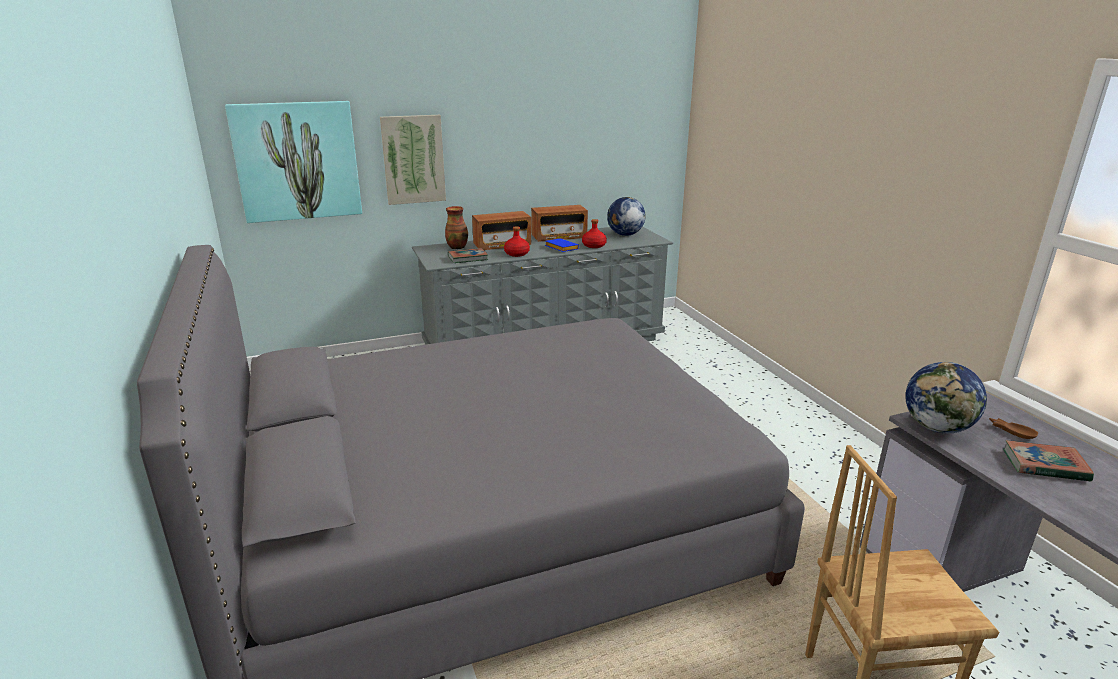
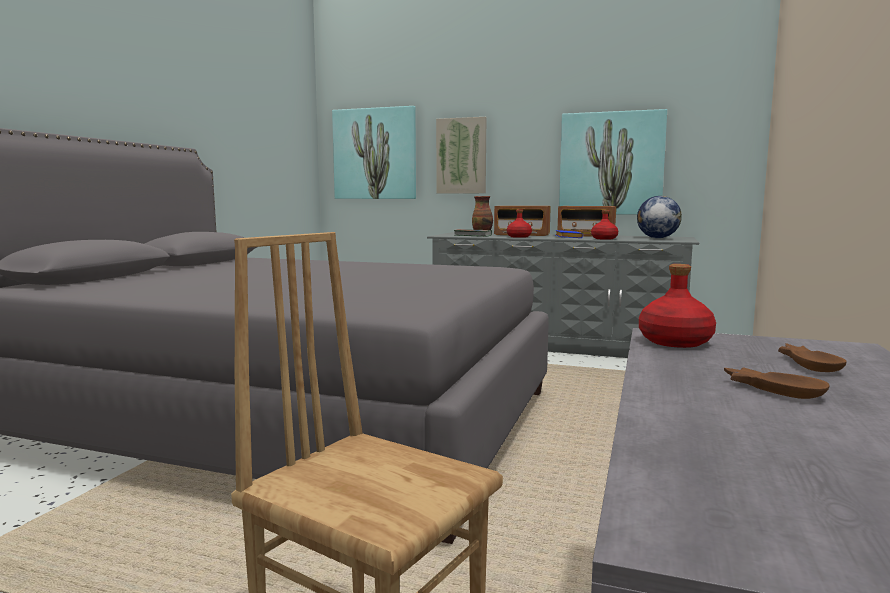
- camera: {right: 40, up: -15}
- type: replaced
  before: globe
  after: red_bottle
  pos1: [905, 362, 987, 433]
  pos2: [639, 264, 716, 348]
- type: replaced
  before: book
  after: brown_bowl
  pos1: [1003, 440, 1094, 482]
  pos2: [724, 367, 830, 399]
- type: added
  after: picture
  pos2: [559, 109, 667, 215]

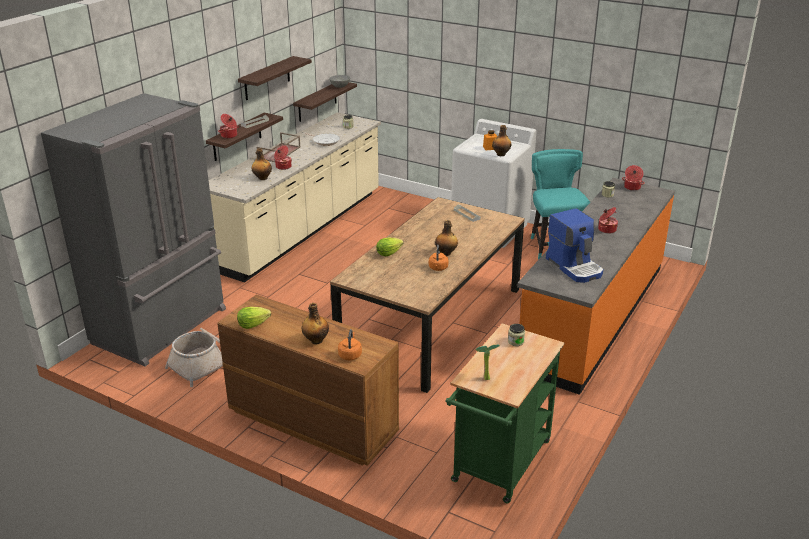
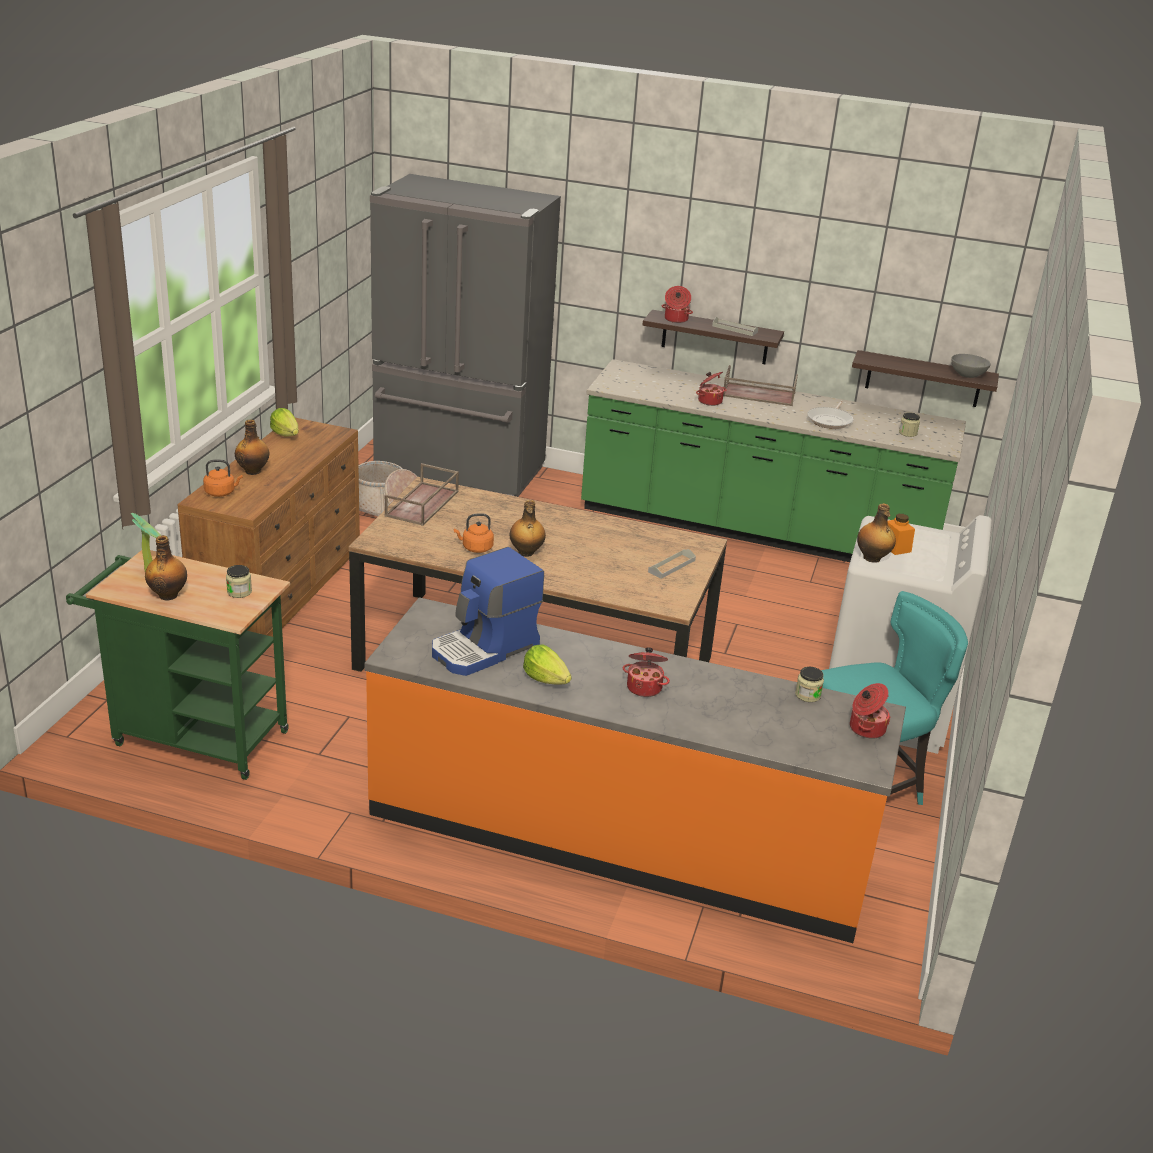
- camera: {right: 75, up: 0}
- type: recoloured
  before: beige_counter
  after: green_counter
  pos1: [209, 112, 381, 283]
  pos2: [581, 359, 966, 562]
- type: removed
  before: shelf
  pos1: [238, 56, 312, 100]
- type: moved
  before: bottle
  pos1: [252, 148, 272, 180]
  pos2: [145, 535, 187, 600]
- type: moved
  before: lettuce
  pos1: [376, 238, 404, 256]
  pos2: [523, 644, 571, 685]
- type: added
  after: brown_tray
  pos2: [385, 463, 459, 526]

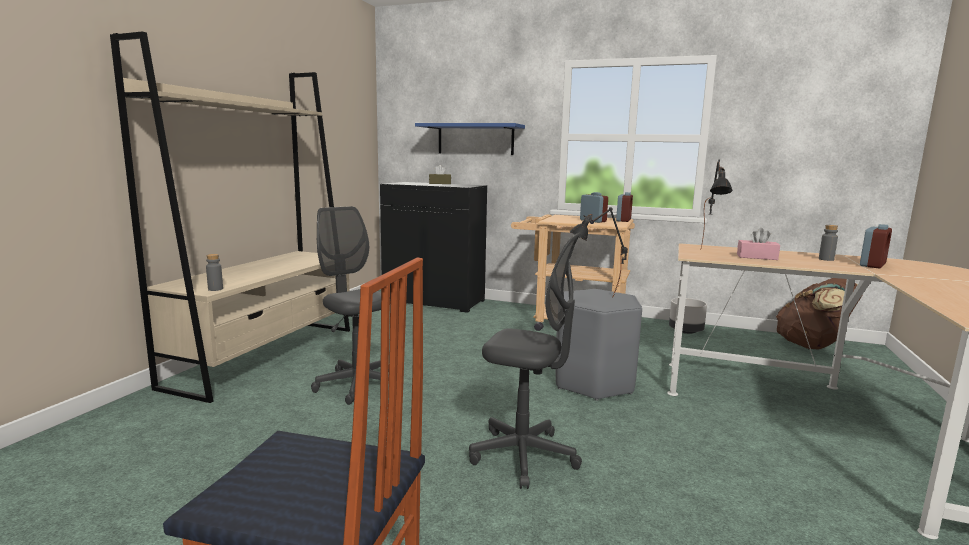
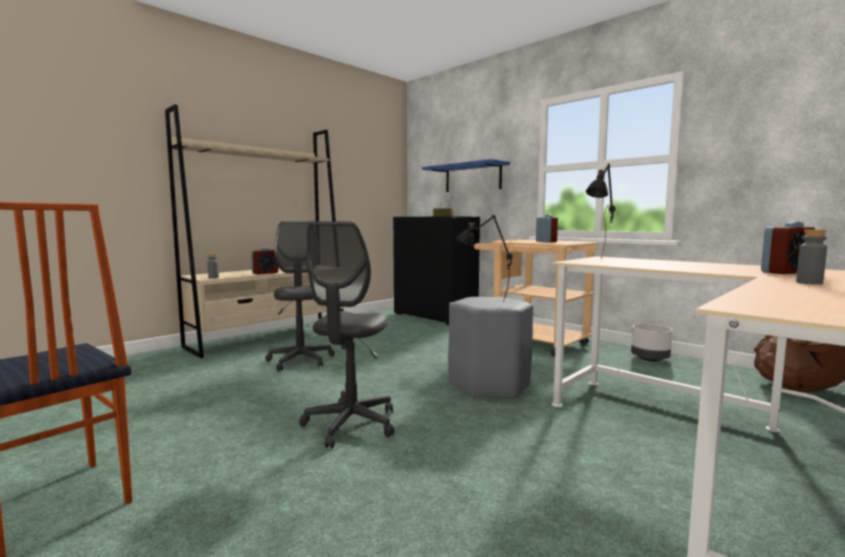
- camera: {right: 25, up: -5}
- type: turned
  before: grey_office_chair
  pos1: [469, 232, 582, 489]
  pos2: [299, 221, 395, 448]
  turn: 60
- type: moved
  before: alarm_clock
  pos1: [616, 192, 633, 222]
  pos2: [251, 247, 279, 275]
- type: removed
  before: pink_tissue_box
  pos1: [737, 228, 780, 260]
- type: moved
  before: grey_bottle
  pos1: [819, 225, 838, 261]
  pos2: [796, 229, 827, 285]

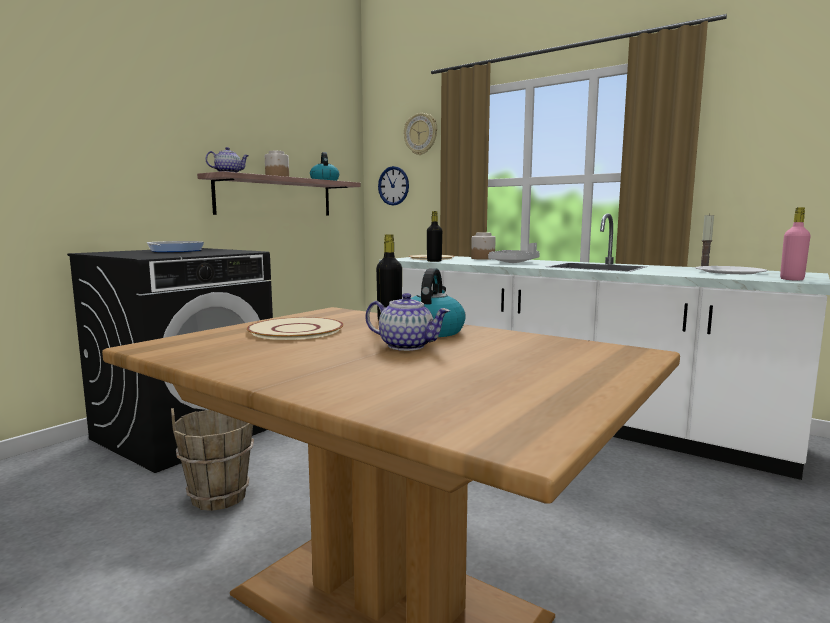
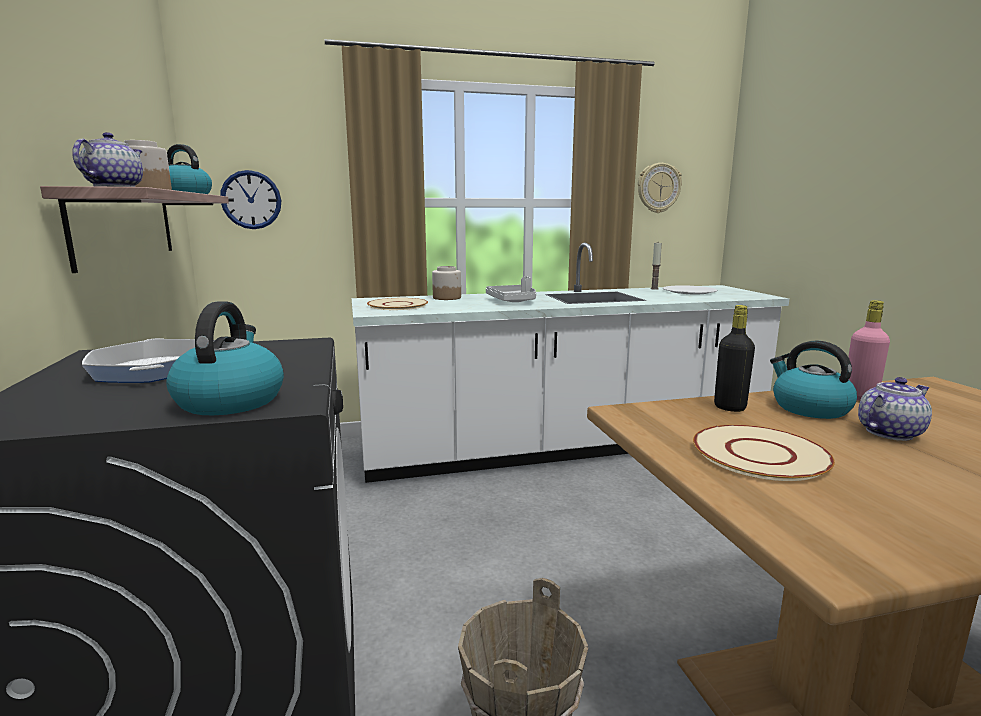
- camera: {right: -50, up: 5}
- type: moved
  before: wall_clock
  pos1: [404, 113, 437, 155]
  pos2: [638, 163, 682, 213]
- type: removed
  before: black_bottle
  pos1: [427, 211, 442, 262]
- type: moved
  before: pink_bottle
  pos1: [780, 207, 811, 281]
  pos2: [848, 300, 890, 401]
- type: added
  after: kettle
  pos2: [166, 301, 284, 415]

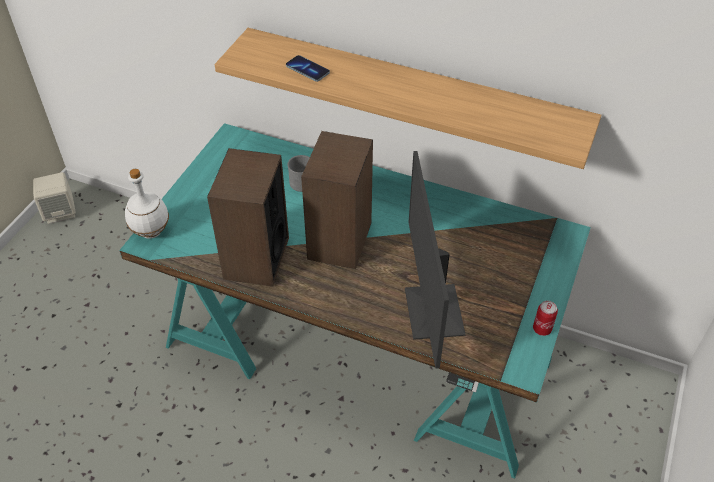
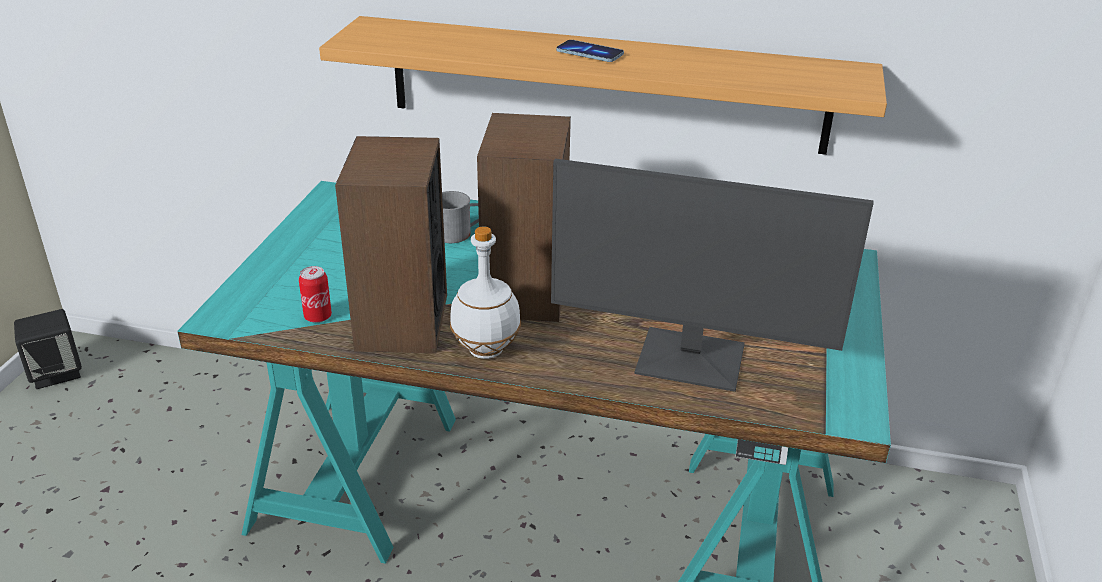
- camera: {right: -10, up: -15}
- type: recoloured
  before: beige_speaker
  after: black_speaker
  pos1: [33, 172, 76, 224]
  pos2: [14, 309, 82, 389]
- type: moved
  before: white_bottle
  pos1: [125, 169, 169, 239]
  pos2: [450, 226, 521, 359]
- type: moved
  before: phone
  pos1: [286, 55, 330, 82]
  pos2: [556, 40, 624, 62]
- type: turned
  before: monitor
  pos1: [405, 151, 466, 369]
  pos2: [551, 159, 874, 392]
  turn: -60
- type: moved
  before: can
  pos1: [533, 301, 558, 336]
  pos2: [299, 266, 332, 323]

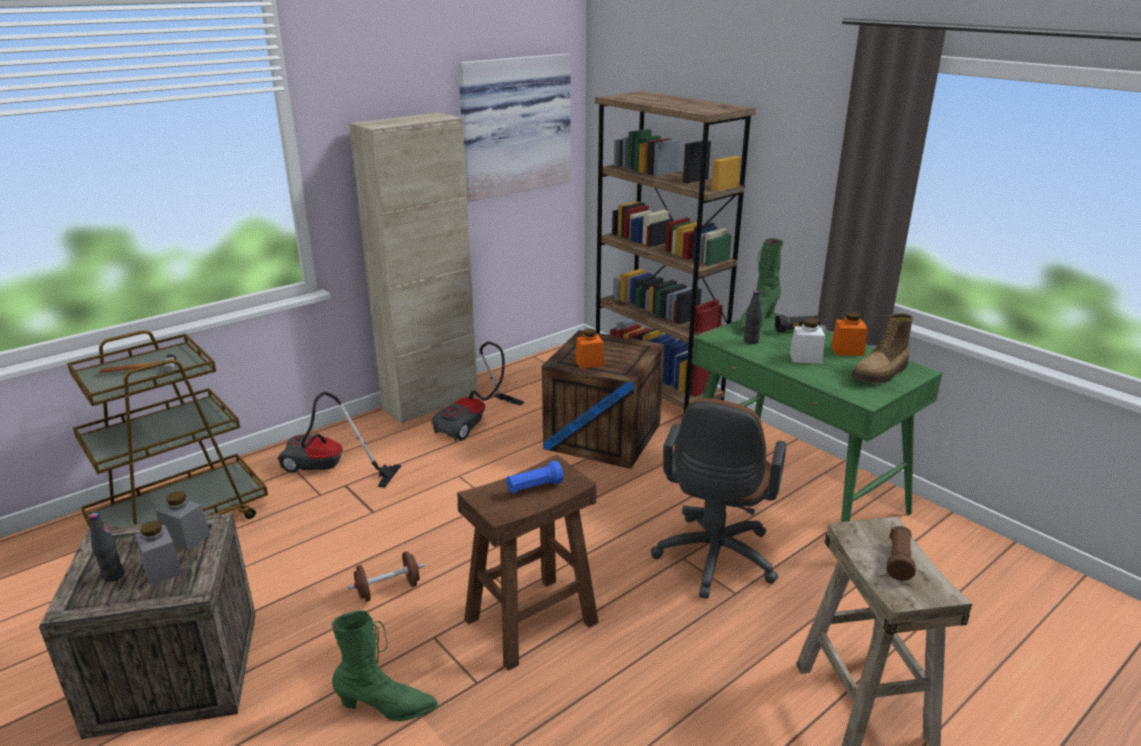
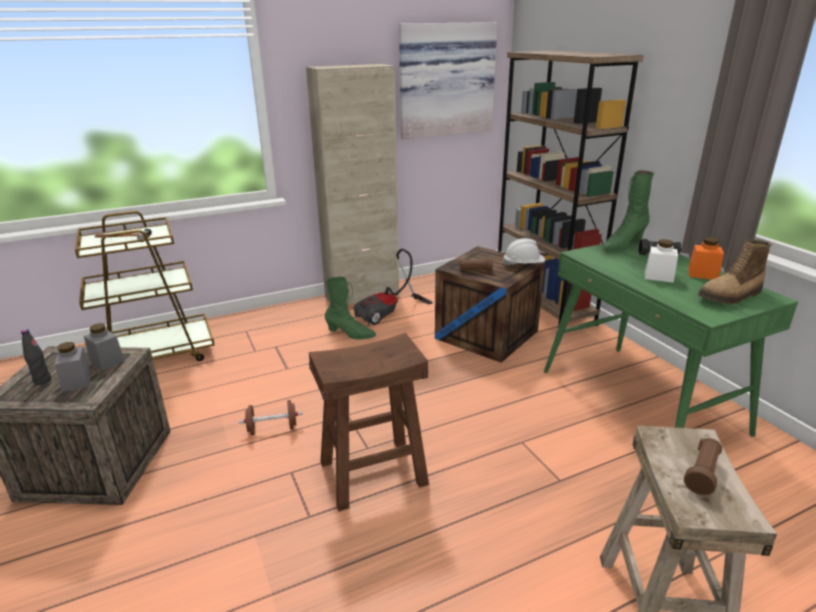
- camera: {right: 15, up: 0}
- type: removed
  before: vacuum_cleaner
  pos1: [278, 392, 401, 488]
- type: moved
  before: green_boot
  pos1: [332, 610, 438, 721]
  pos2: [325, 277, 376, 340]
- type: removed
  before: blue_flashlight
  pos1: [506, 461, 564, 494]
- type: replaced
  before: orange_jar
  after: brown_flashlight
  pos1: [575, 329, 604, 369]
  pos2: [459, 257, 493, 271]
- type: removed
  before: brown_office_chair
  pos1: [651, 398, 786, 599]
- type: removed
  before: black_bottle
  pos1: [744, 291, 762, 344]
- type: added
  after: white_hard_hat
  pos2: [503, 238, 545, 266]

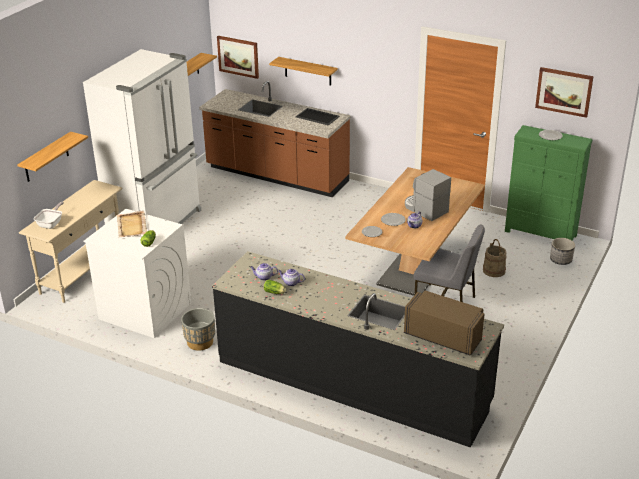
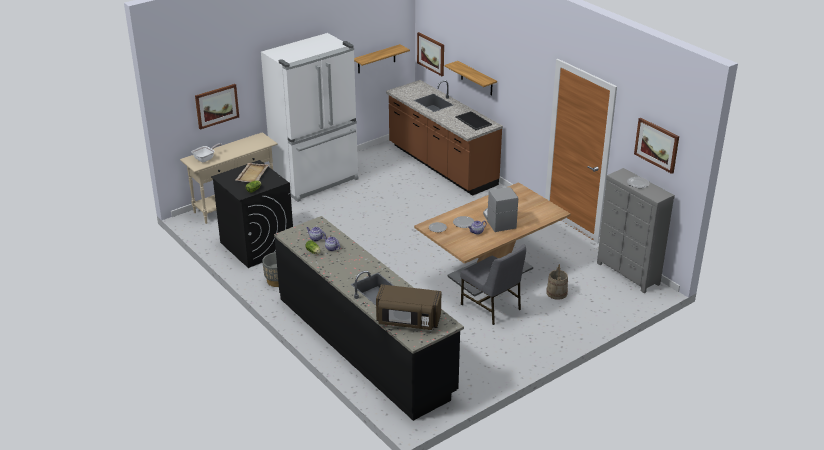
- camera: {right: 25, up: 0}
- type: replaced
  before: shelf
  after: picture
  pos1: [17, 132, 88, 182]
  pos2: [195, 84, 239, 130]
- type: recoloured
  before: white_washing_machine
  after: black_washing_machine
  pos1: [84, 209, 191, 338]
  pos2: [211, 160, 293, 268]
- type: turned
  before: brown_microwave
  pos1: [404, 291, 485, 356]
  pos2: [376, 284, 441, 330]
  turn: 135
- type: recoloured
  before: green_dresser
  after: grey_dresser
  pos1: [505, 125, 592, 241]
  pos2: [597, 168, 675, 293]
- type: removed
  before: planter
  pos1: [550, 238, 575, 265]

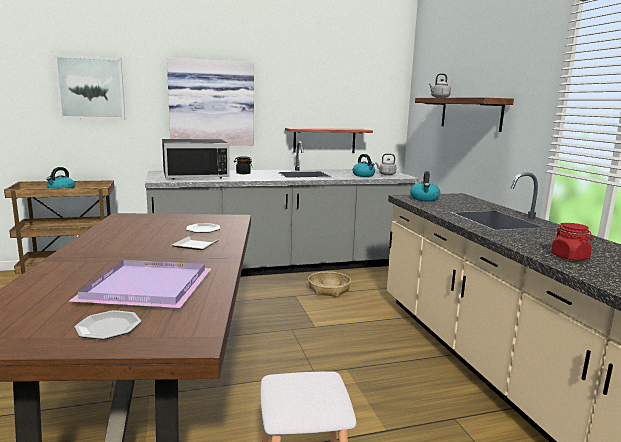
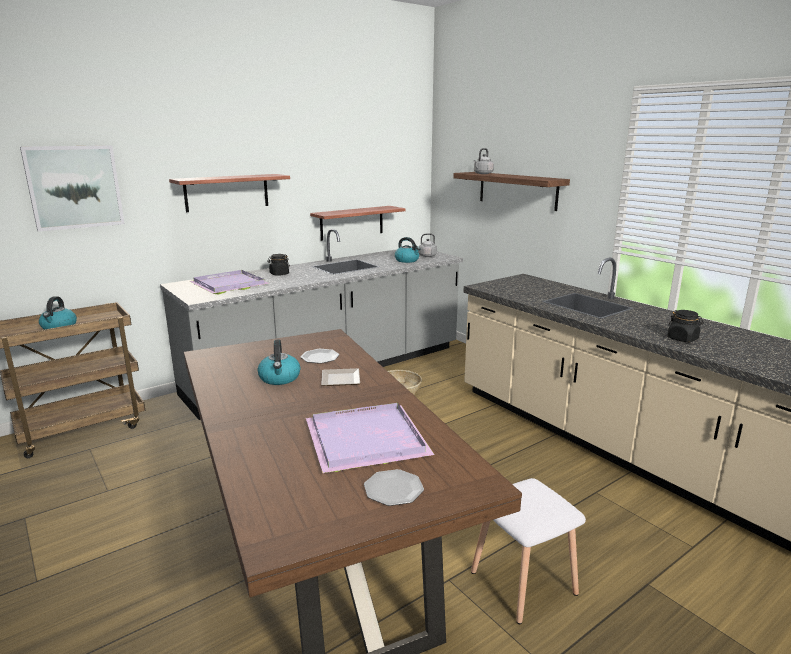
- camera: {right: -20, up: 5}
- type: replaced
  before: black_microwave
  after: purple_tray
  pos1: [162, 139, 230, 180]
  pos2: [189, 270, 269, 294]
- type: replaced
  before: picture
  after: shelf
  pos1: [167, 57, 254, 145]
  pos2: [169, 174, 290, 212]
- type: moved
  before: kettle
  pos1: [410, 171, 440, 201]
  pos2: [258, 340, 301, 385]
- type: recoloured
  before: red_jar
  after: black_jar
  pos1: [551, 223, 593, 260]
  pos2: [667, 310, 704, 342]

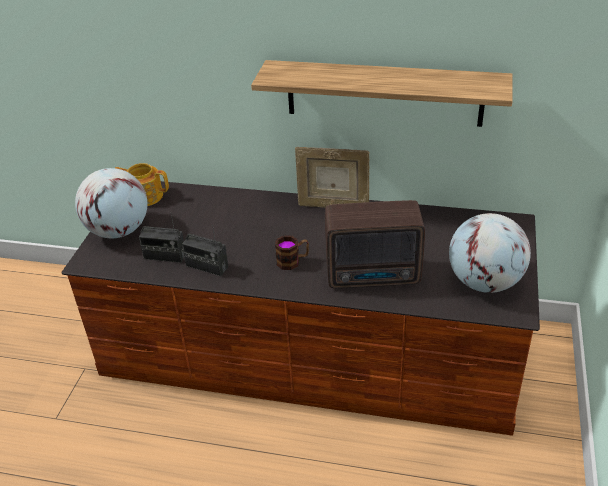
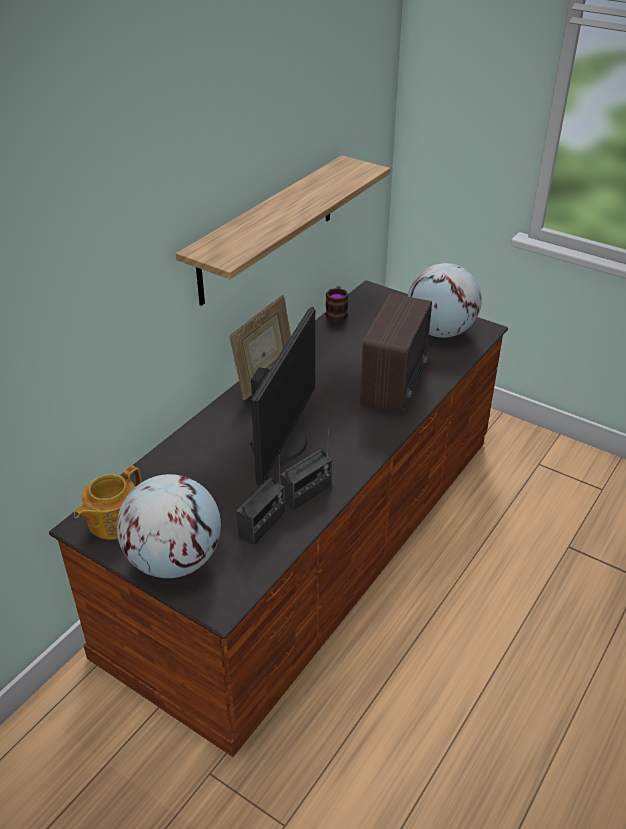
- camera: {right: -70, up: 0}
- type: moved
  before: mug
  pos1: [275, 235, 309, 270]
  pos2: [325, 286, 348, 321]
- type: added
  after: monitor
  pos2: [250, 307, 315, 486]

